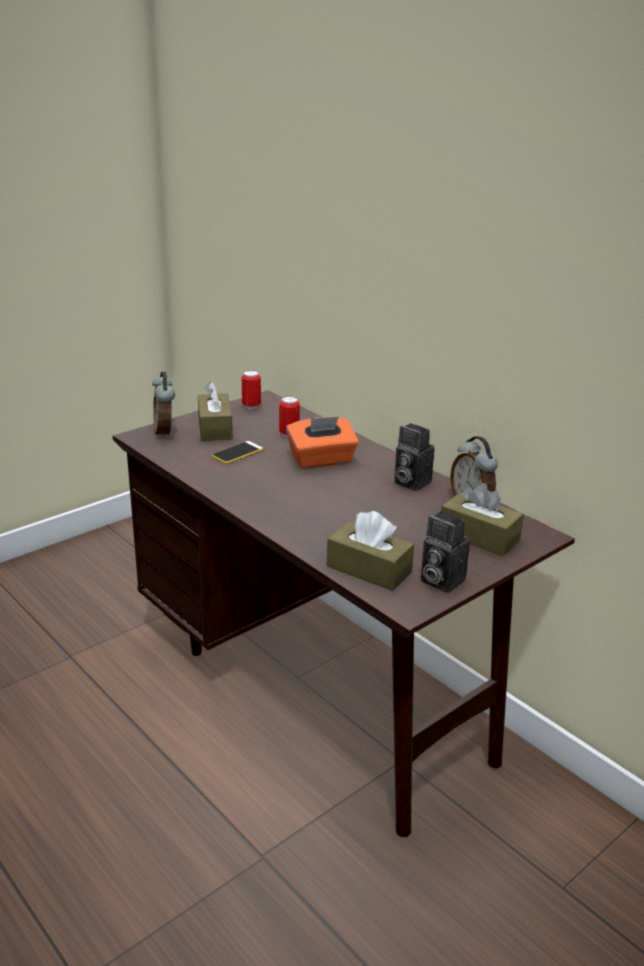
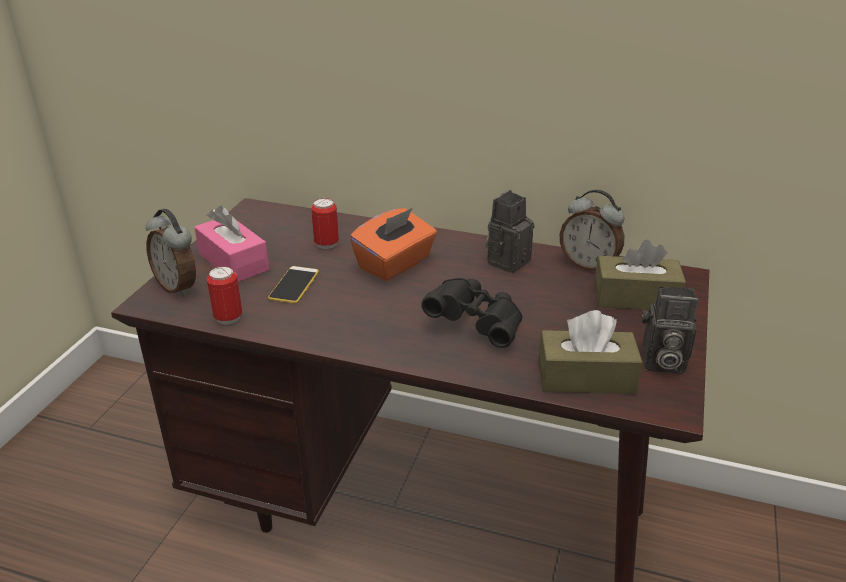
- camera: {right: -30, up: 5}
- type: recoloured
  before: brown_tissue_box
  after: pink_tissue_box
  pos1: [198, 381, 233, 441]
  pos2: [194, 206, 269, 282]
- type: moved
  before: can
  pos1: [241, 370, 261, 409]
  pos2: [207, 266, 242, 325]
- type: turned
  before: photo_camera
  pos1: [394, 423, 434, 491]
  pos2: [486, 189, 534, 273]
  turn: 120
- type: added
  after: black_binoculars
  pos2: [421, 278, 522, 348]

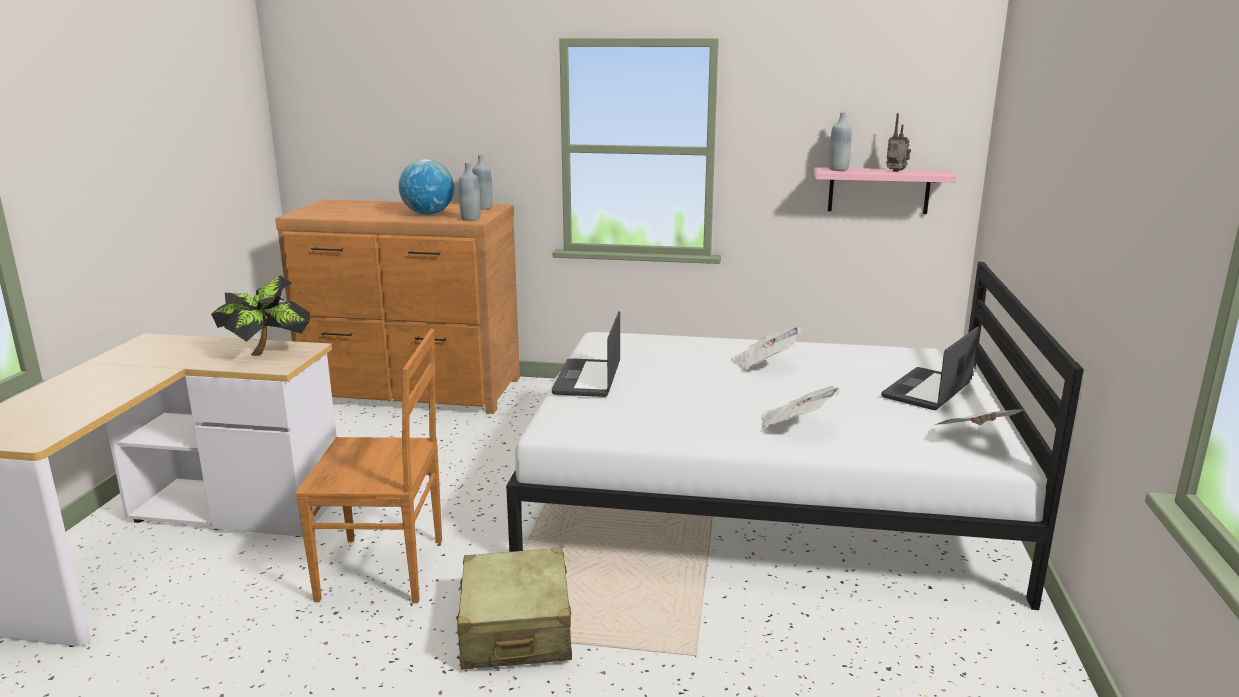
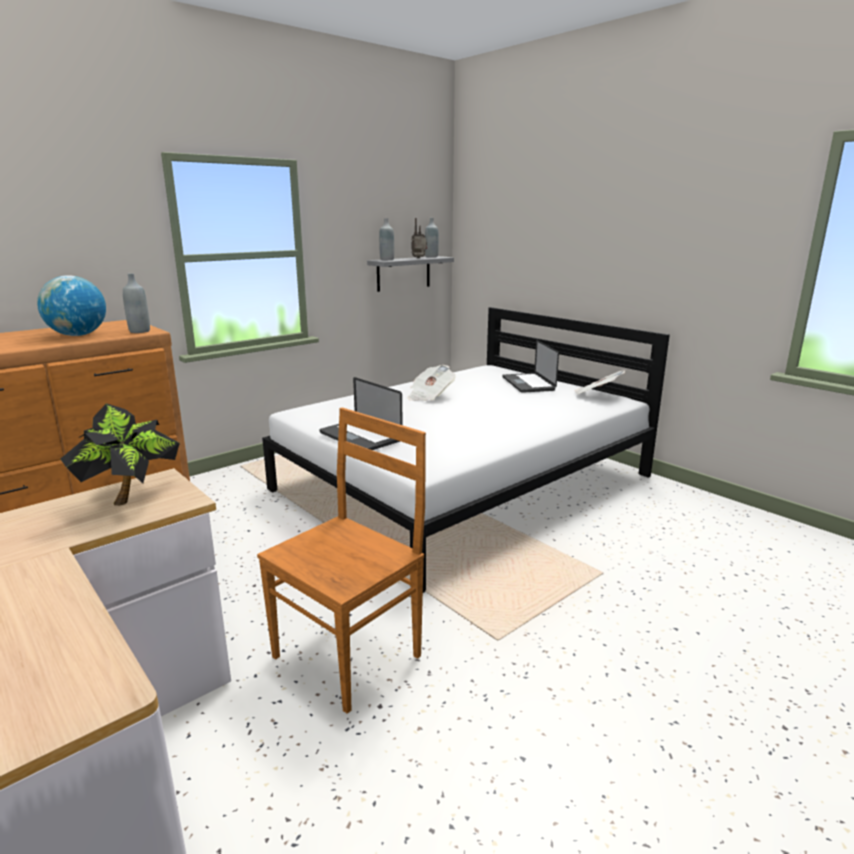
- camera: {right: -50, up: 0}
- type: removed
  before: beige_suitcase
  pos1: [456, 548, 572, 669]
- type: moved
  before: grey_bottle
  pos1: [472, 155, 493, 210]
  pos2: [425, 218, 439, 257]
- type: removed
  before: newspaper
  pos1: [761, 385, 840, 427]
- type: recoloured
  before: pink_shelf
  after: grey_shelf
  pos1: [814, 167, 957, 214]
  pos2: [367, 256, 454, 292]

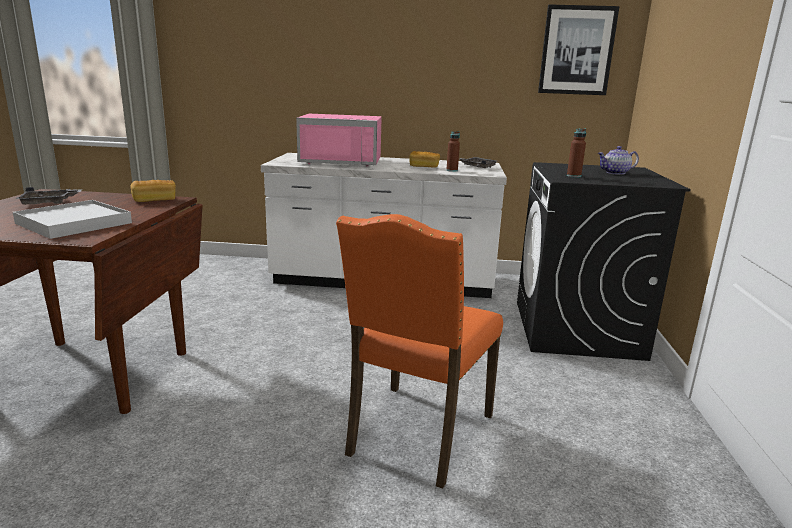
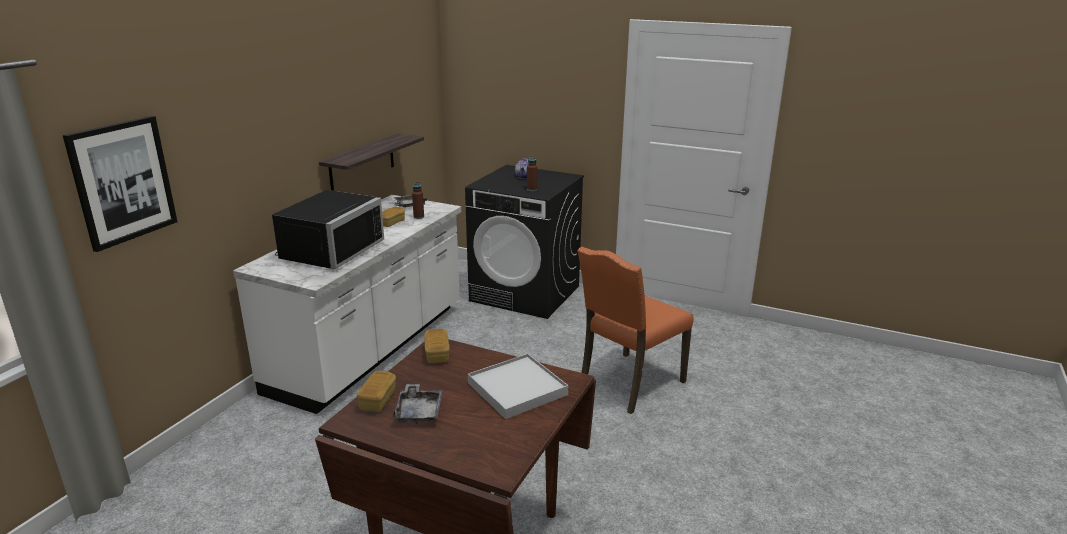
- camera: {right: -70, up: 5}
- type: recoloured
  before: pink_microwave
  after: black_microwave
  pos1: [296, 114, 382, 167]
  pos2: [272, 190, 384, 269]
- type: turned
  before: orange_chair
  pos1: [336, 214, 503, 489]
  pos2: [577, 247, 694, 414]
  turn: 90
- type: moved
  before: picture
  pos1: [538, 4, 620, 95]
  pos2: [63, 116, 178, 252]
- type: added
  after: shelf
  pos2: [319, 133, 424, 191]
- type: added
  after: bread
  pos2: [357, 371, 396, 412]

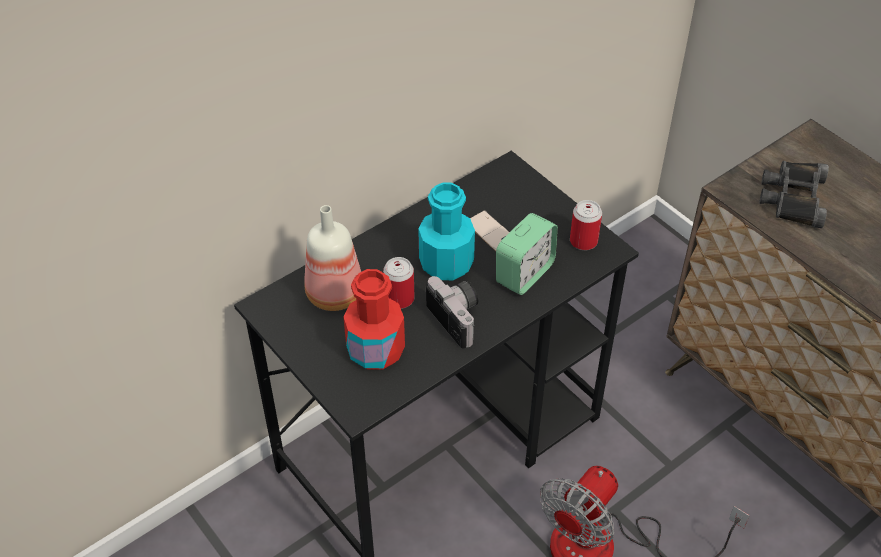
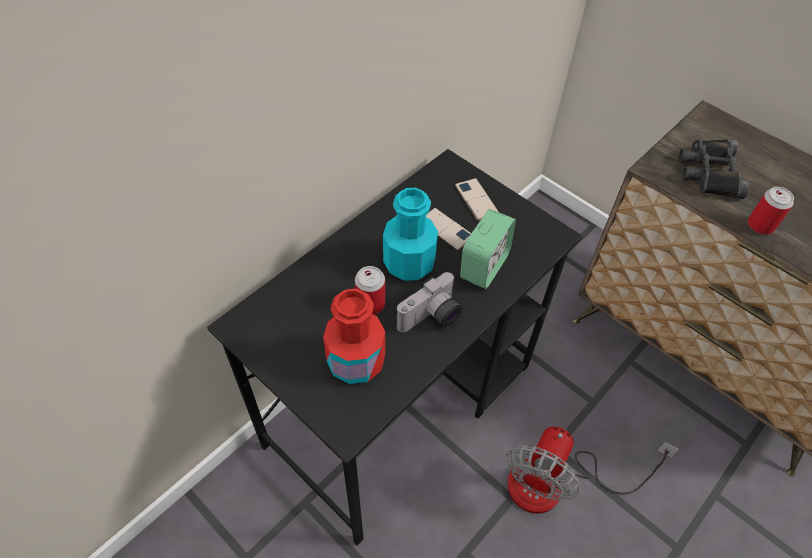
- camera: {right: -10, up: 5}
- type: removed
  before: bottle
  pos1: [304, 205, 361, 311]
- type: turned
  before: photo_camera
  pos1: [426, 276, 478, 348]
  pos2: [395, 272, 462, 333]
  turn: 90
- type: moved
  before: can
  pos1: [570, 200, 602, 250]
  pos2: [748, 187, 794, 235]
- type: added
  after: phone
  pos2: [455, 178, 498, 220]

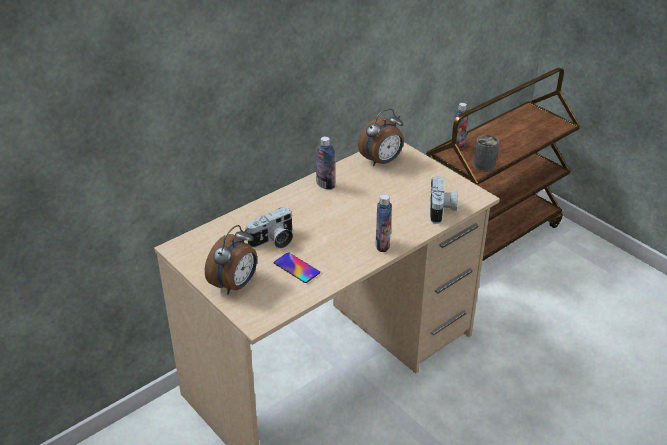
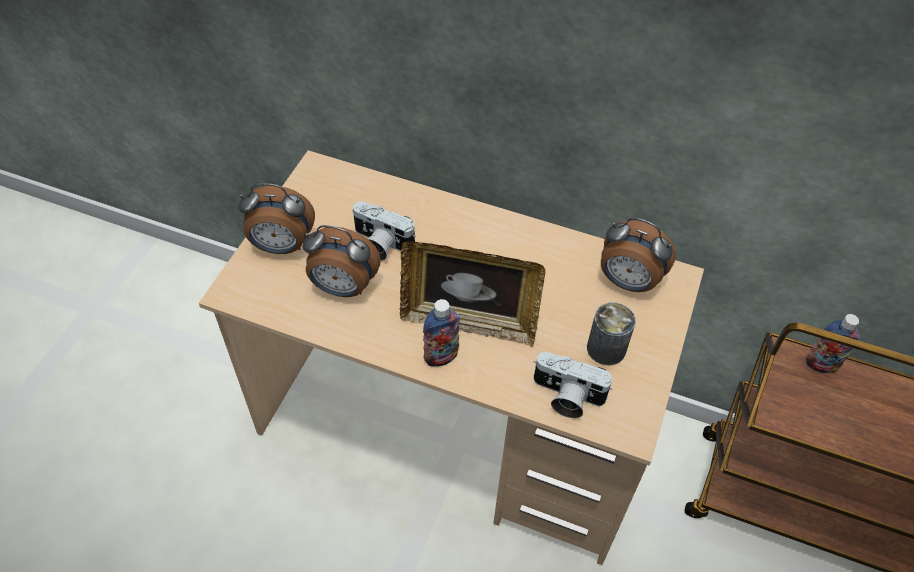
- camera: {right: 60, up: 15}
- type: replaced
  before: phone
  after: alarm_clock
  pos1: [274, 252, 320, 283]
  pos2: [303, 225, 381, 297]
- type: removed
  before: bottle
  pos1: [316, 136, 335, 190]
- type: turned
  before: photo_camera
  pos1: [430, 176, 458, 224]
  pos2: [534, 352, 613, 418]
  turn: 45
- type: moved
  before: can
  pos1: [474, 135, 499, 171]
  pos2: [587, 302, 636, 365]
- type: added
  after: picture_frame
  pos2: [400, 242, 545, 347]

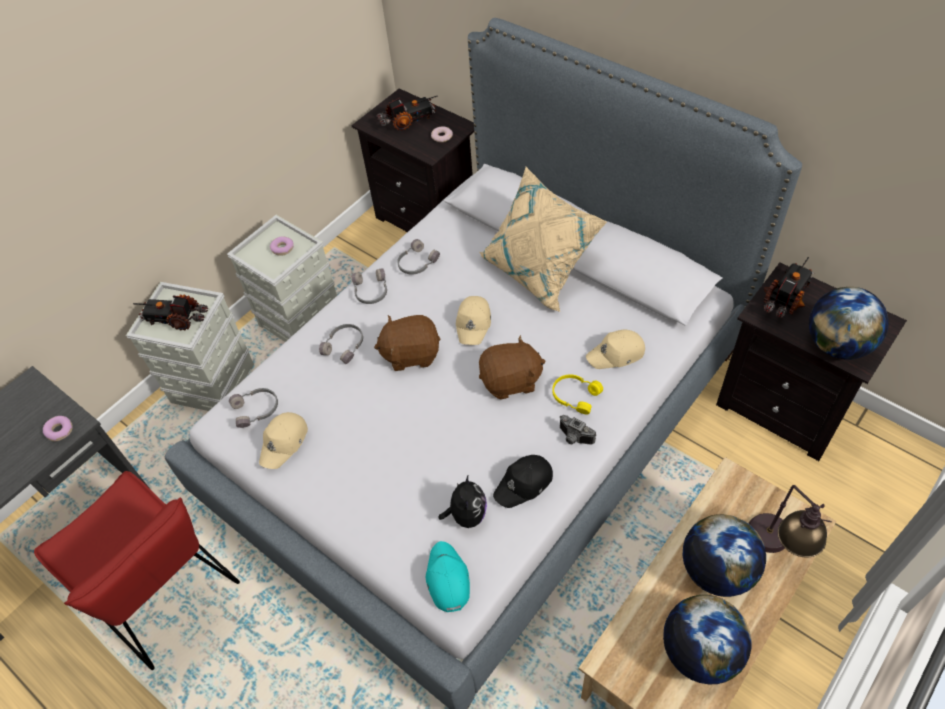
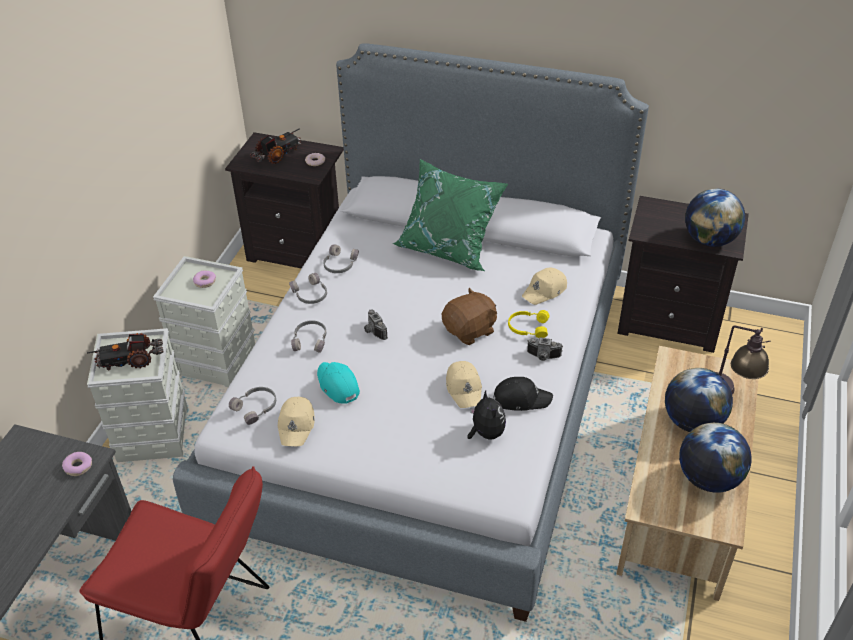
- camera: {right: -25, up: -10}
- type: replaced
  before: brown_plush_toy
  after: photo_camera
  pos1: [374, 315, 440, 371]
  pos2: [364, 309, 388, 340]
- type: moved
  before: turquoise_cap
  pos1: [426, 541, 470, 612]
  pos2: [317, 362, 360, 404]
- type: moved
  before: beige_cap
  pos1: [456, 296, 491, 345]
  pos2: [446, 361, 482, 408]
- type: recoloured
  before: beige_pillow
  after: green_pillow
  pos1: [480, 167, 607, 312]
  pos2: [393, 159, 508, 271]
- type: turned
  before: black_cap
  pos1: [493, 455, 553, 508]
  pos2: [494, 377, 553, 411]
  turn: -120
- type: removed
  before: toy_truck
  pos1: [764, 257, 814, 318]

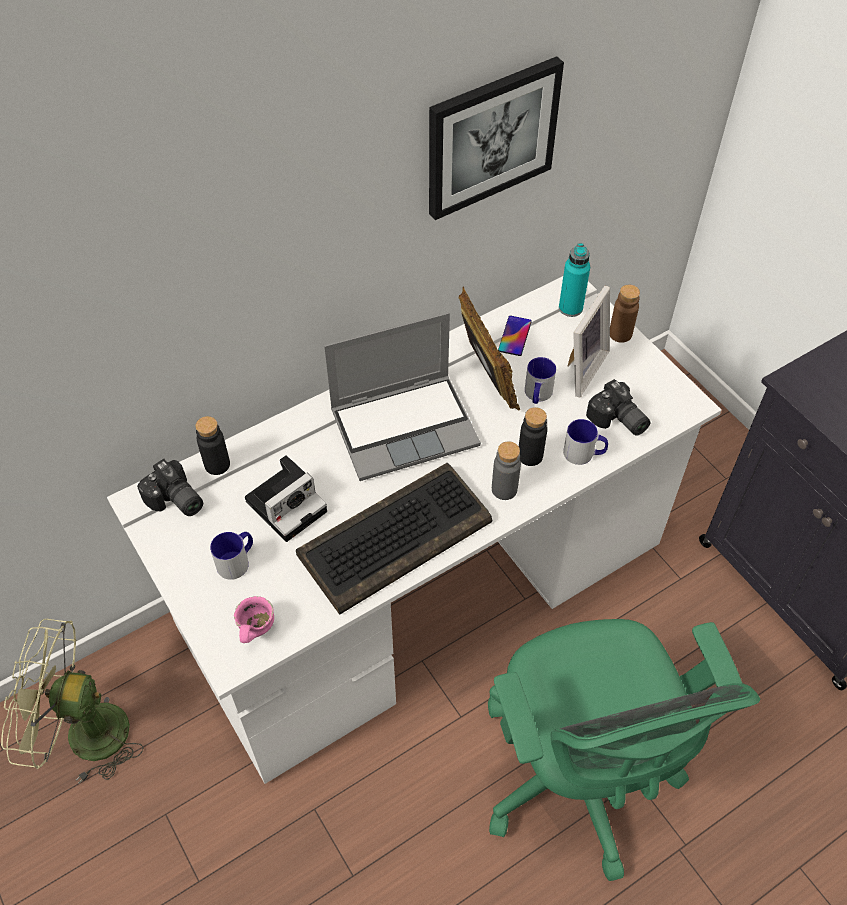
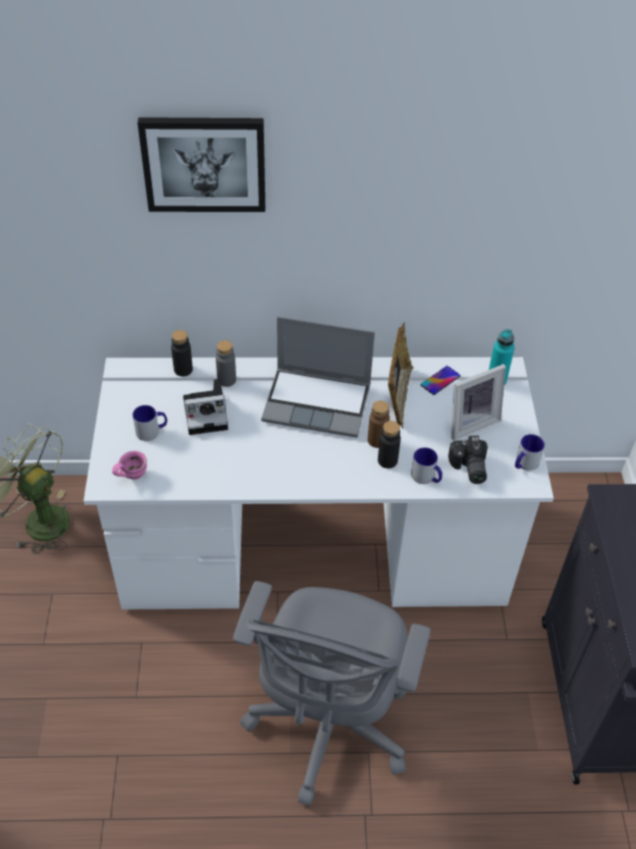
- camera: {right: 30, up: -5}
- type: removed
  before: photo_camera
  pos1: [137, 459, 203, 516]
- type: removed
  before: keyboard
  pos1: [296, 463, 492, 614]
- type: moved
  before: picture
  pos1: [429, 56, 564, 220]
  pos2: [138, 117, 265, 212]
- type: recoloured
  before: green_office_chair
  after: grey_office_chair
  pos1: [488, 619, 761, 881]
  pos2: [233, 581, 431, 806]
- type: moved
  before: grey_bottle
  pos1: [492, 441, 521, 500]
  pos2: [216, 340, 236, 387]
- type: moved
  before: mug
  pos1: [525, 357, 556, 404]
  pos2: [515, 434, 545, 471]
- type: moved
  before: brown_bottle
  pos1: [610, 285, 640, 343]
  pos2: [368, 401, 390, 448]

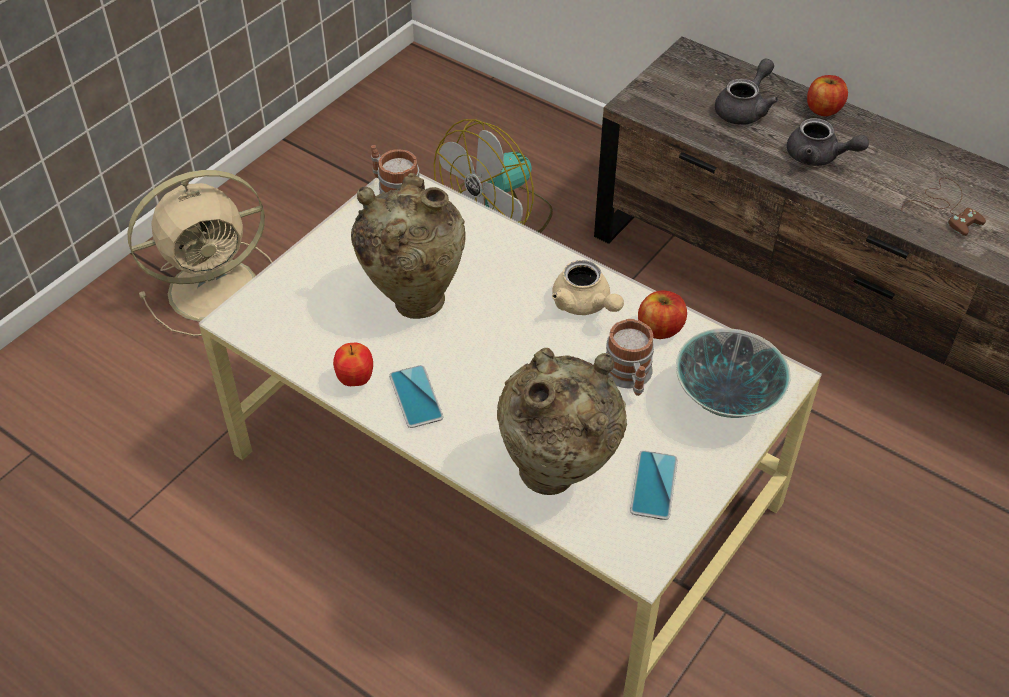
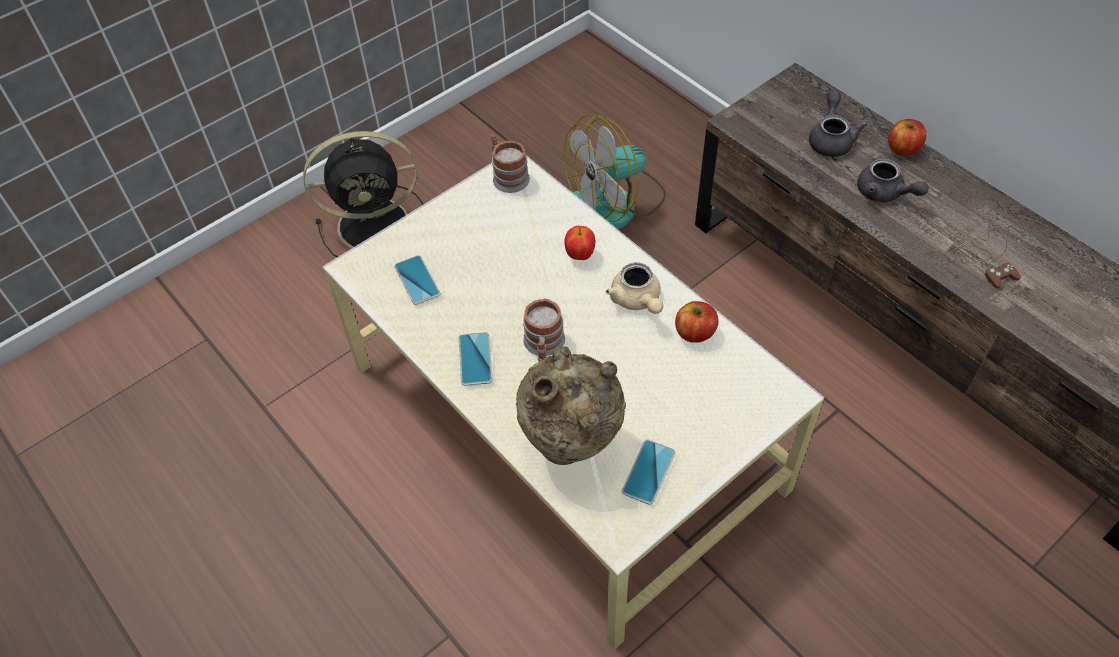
- camera: {right: 15, up: 5}
- type: recoloured
  before: beige_fan
  after: black_fan
  pos1: [127, 170, 272, 336]
  pos2: [303, 131, 423, 257]
- type: moved
  before: apple
  pos1: [333, 343, 373, 386]
  pos2: [564, 226, 595, 260]
- type: removed
  before: beige_vase
  pos1: [351, 173, 466, 319]
- type: moved
  before: mug
  pos1: [606, 319, 654, 396]
  pos2: [523, 299, 565, 361]
- type: removed
  before: bowl
  pos1: [676, 328, 790, 418]
- type: turned
  before: grey_teapot
  pos1: [715, 58, 778, 125]
  pos2: [809, 90, 867, 157]
  turn: -45
- type: added
  after: phone
  pos2: [394, 255, 441, 305]

